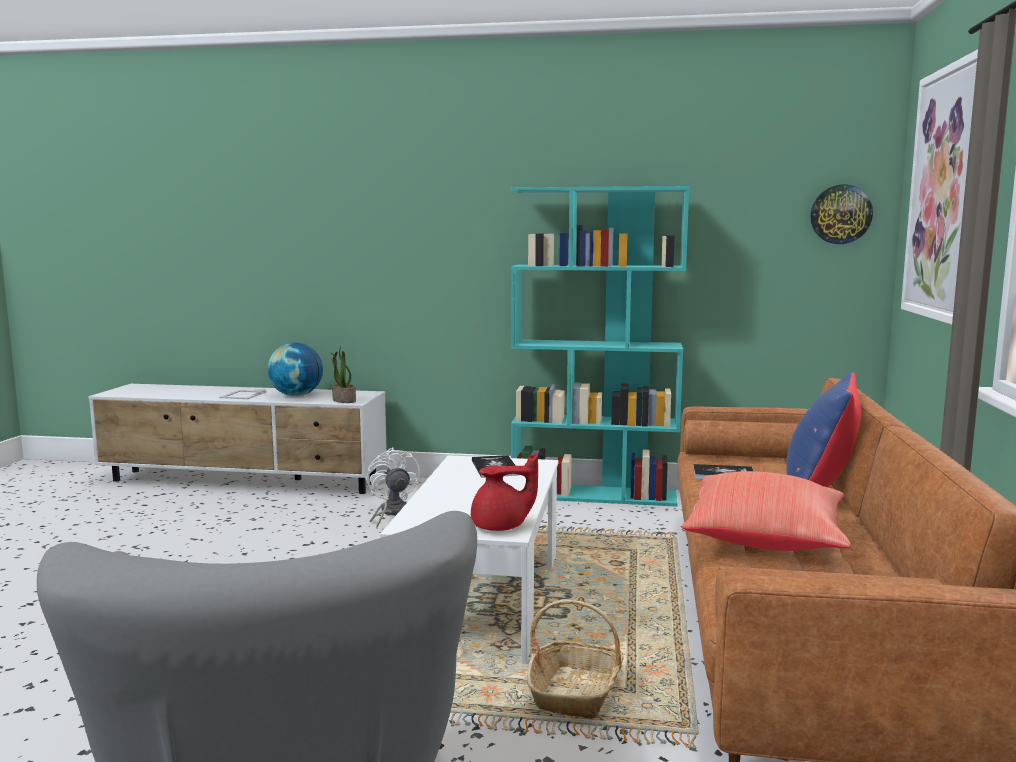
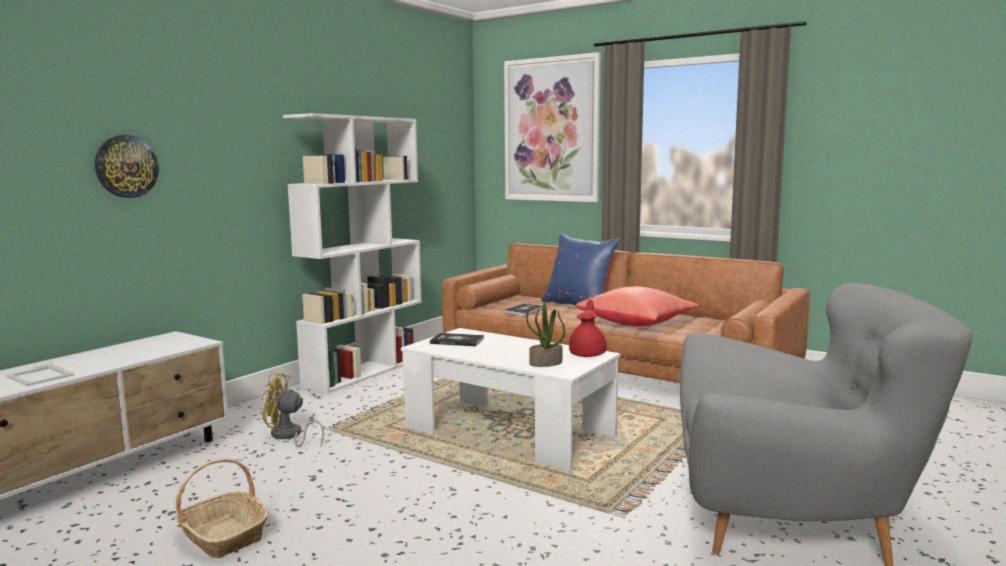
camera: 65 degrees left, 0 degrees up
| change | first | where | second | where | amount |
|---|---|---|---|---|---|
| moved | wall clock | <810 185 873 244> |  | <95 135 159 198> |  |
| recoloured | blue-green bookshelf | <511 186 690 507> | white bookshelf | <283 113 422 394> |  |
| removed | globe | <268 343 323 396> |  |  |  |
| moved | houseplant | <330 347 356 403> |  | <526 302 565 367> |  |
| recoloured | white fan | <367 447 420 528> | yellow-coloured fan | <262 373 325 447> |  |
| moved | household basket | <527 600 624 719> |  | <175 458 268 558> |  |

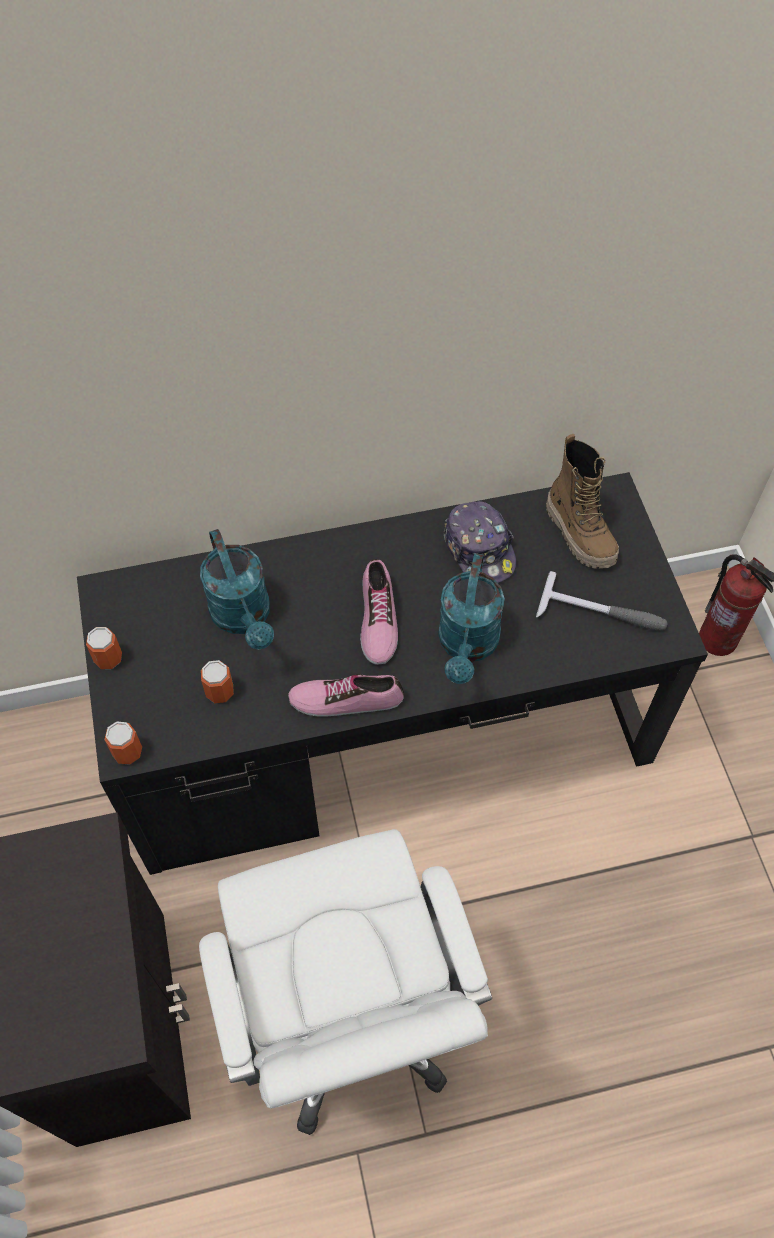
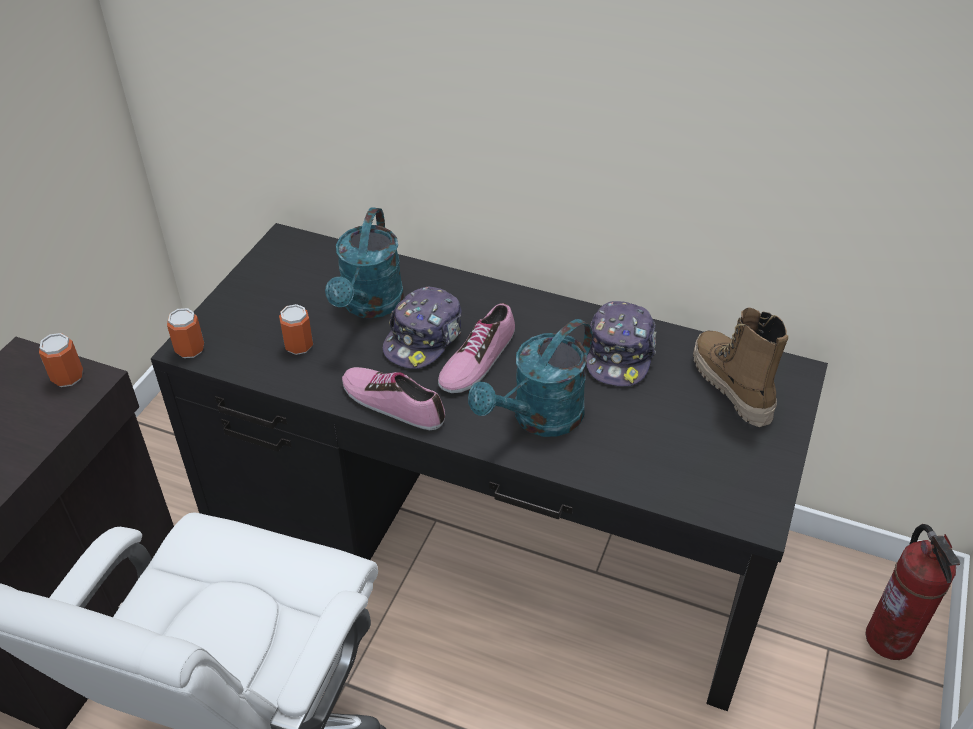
camera: 35 degrees right, 15 degrees down
| change | first | where | second | where | amount |
|---|---|---|---|---|---|
| turned | high-top boot | <546 434 619 569> |  | <693 307 788 427> | 150 degrees clockwise |
| removed | hammer | <536 571 667 631> |  |  |  |
| moved | metal can | <86 627 122 669> |  | <39 333 83 387> |  |
| added |  |  | cap | <383 287 462 369> |  |

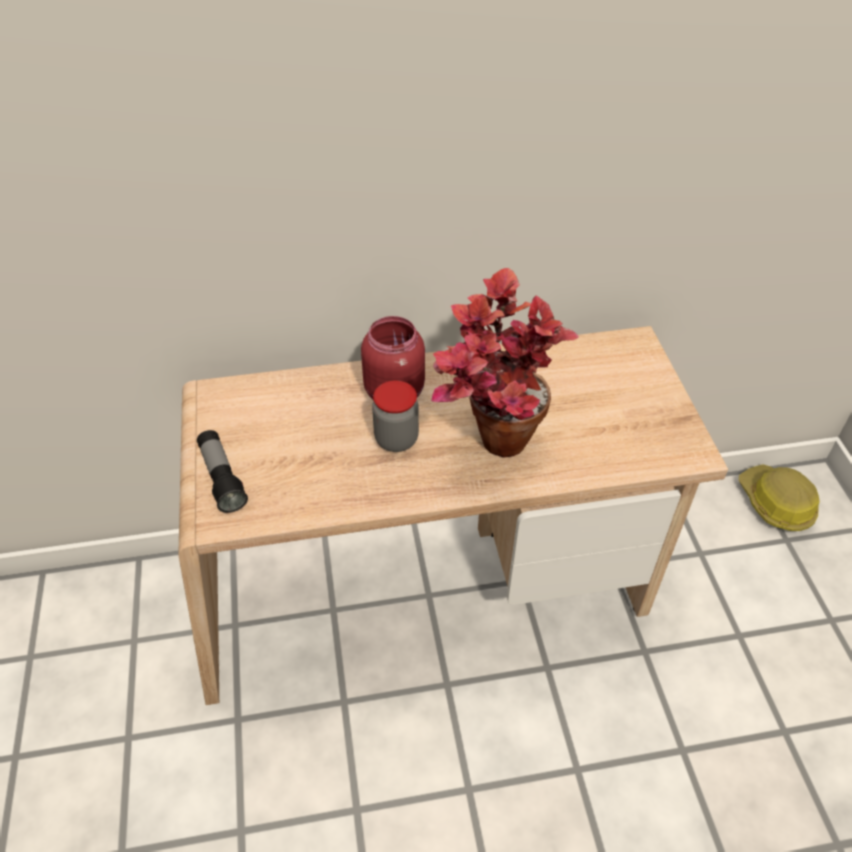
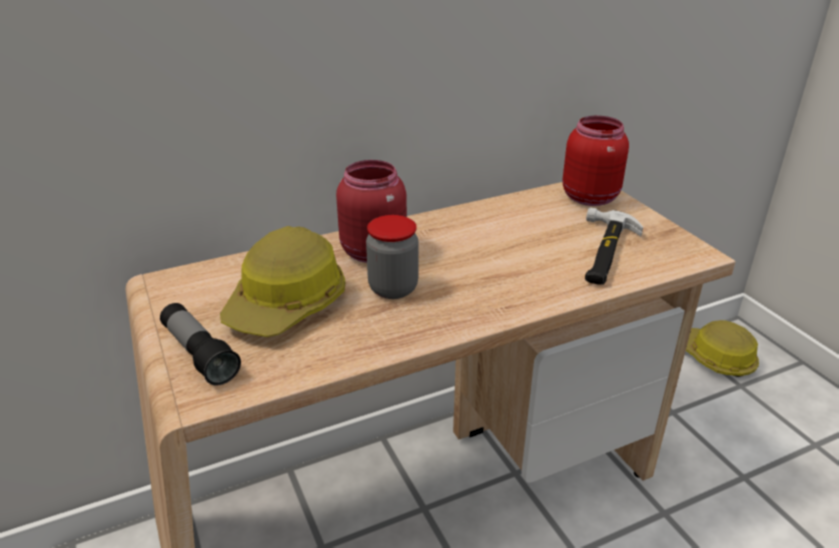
camera: 15 degrees left, 15 degrees down
| change | first | where | second | where | amount |
|---|---|---|---|---|---|
| removed | houseplant | <431 268 579 458> |  |  |  |
| added |  |  | red jar | <562 116 629 206> |  |
| added |  |  | hammer | <585 207 643 285> |  |
| added |  |  | work helmet | <220 226 345 337> |  |

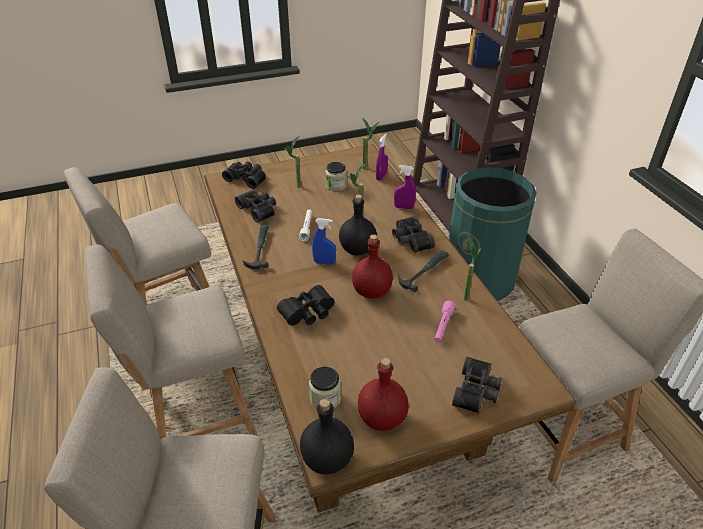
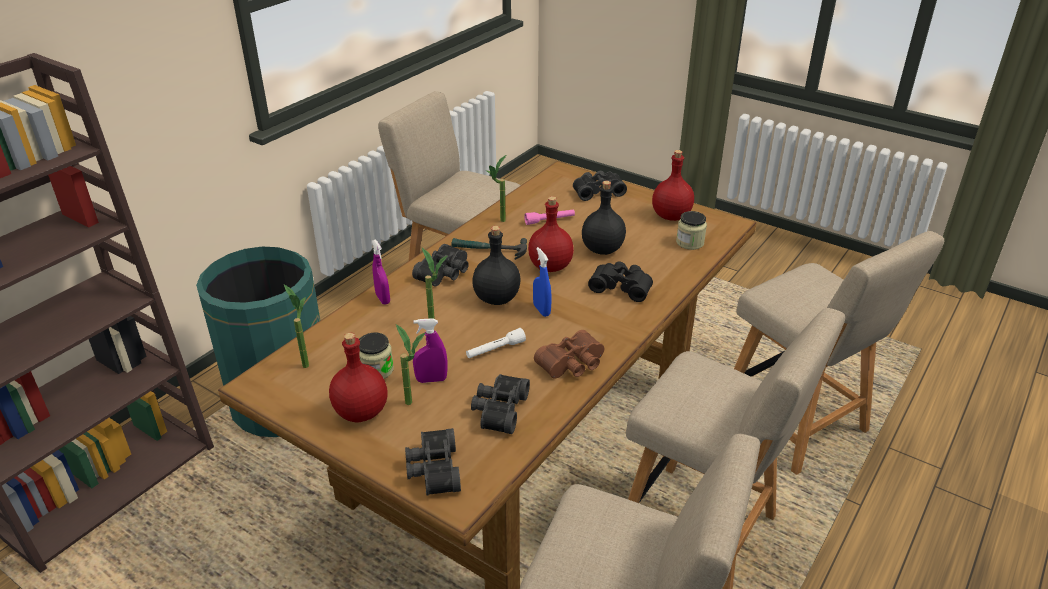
camera: 125 degrees left, 5 degrees down
| change | first | where | second | where | amount |
|---|---|---|---|---|---|
| moved | purple hand sprayer | <376 134 388 181> |  | <413 318 448 383> |  |
| replaced | hammer | <242 225 269 269> | brown field glasses | <534 330 604 378> |  |
| moved | black bottle | <300 399 354 475> |  | <582 181 626 255> |  |
| added |  |  | red bottle | <329 333 388 422> |  |

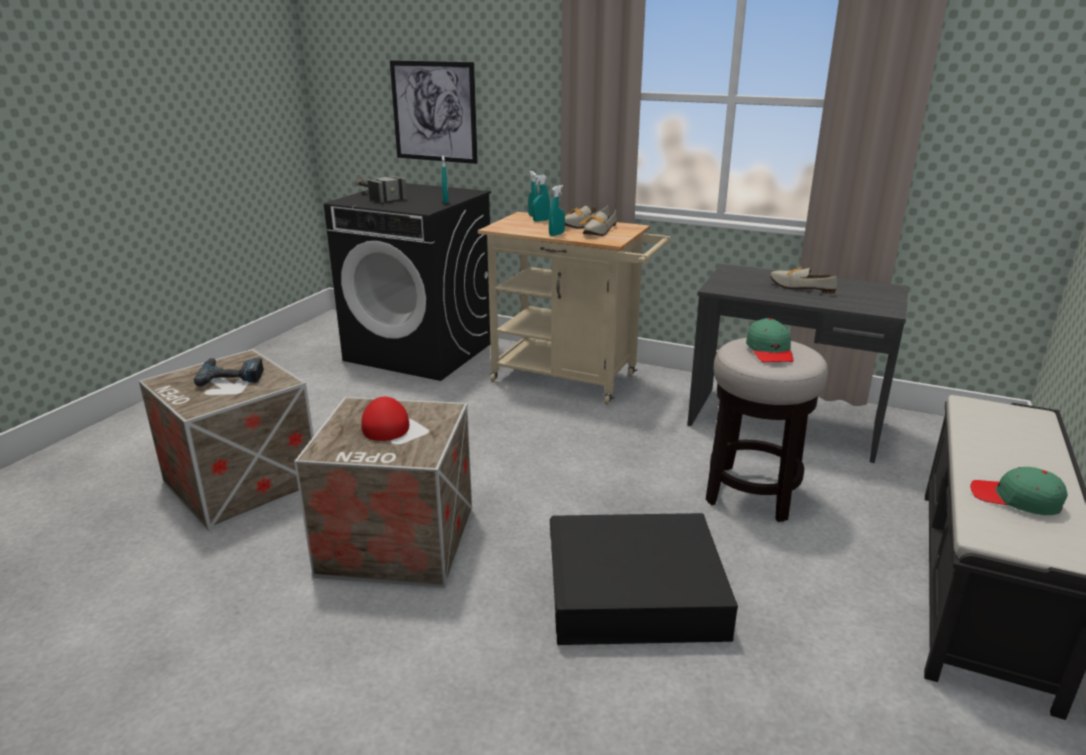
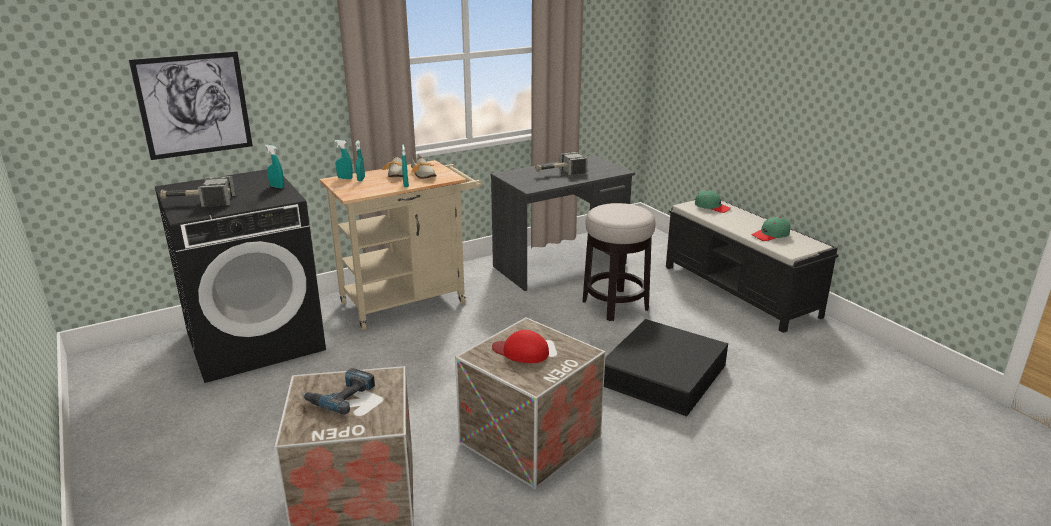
camera: 55 degrees left, 0 degrees up
| change | first | where | second | where | amount |
|---|---|---|---|---|---|
| replaced | shoe | <770 267 837 294> | hammer | <535 152 588 175> |  |
| moved | green-coloured cap | <746 318 794 362> |  | <695 190 731 213> |  |

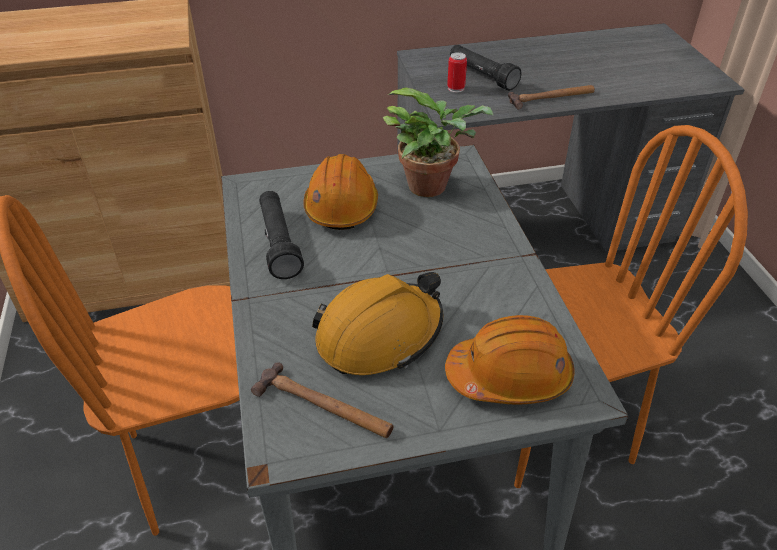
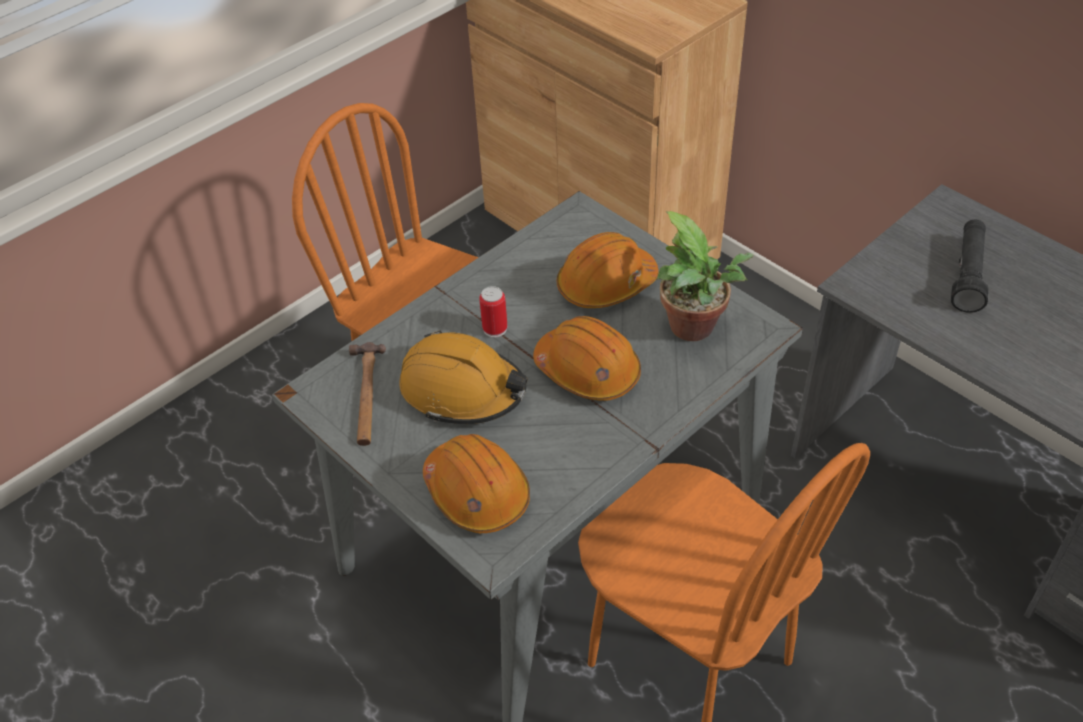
camera: 60 degrees right, 5 degrees up
| change | first | where | second | where | amount |
|---|---|---|---|---|---|
| moved | metal can | <447 52 467 93> |  | <479 286 507 338> |  |
| removed | hammer | <508 85 595 109> |  |  |  |
| removed | black torch | <259 191 304 279> |  |  |  |
| added |  |  | orangey work helmet | <533 316 641 401> |  |

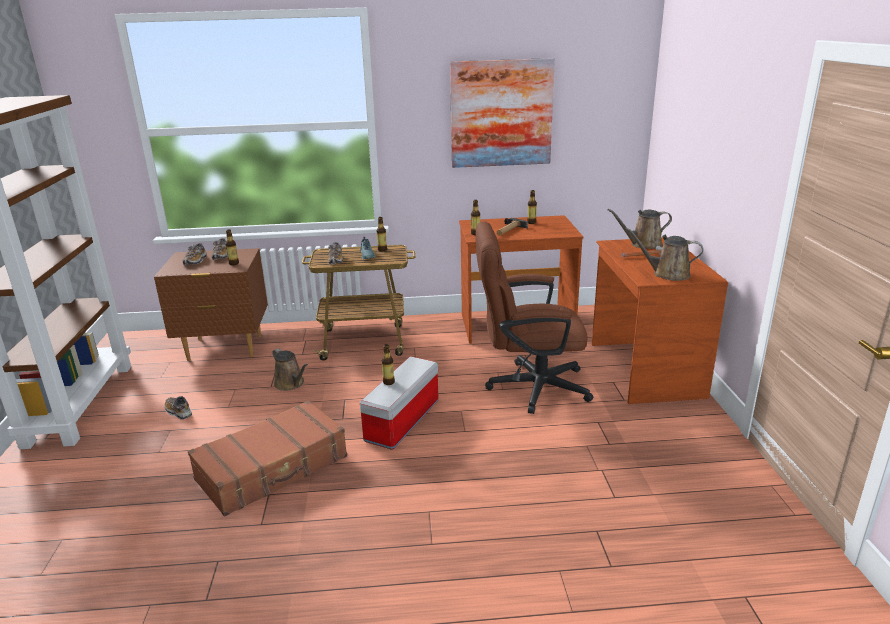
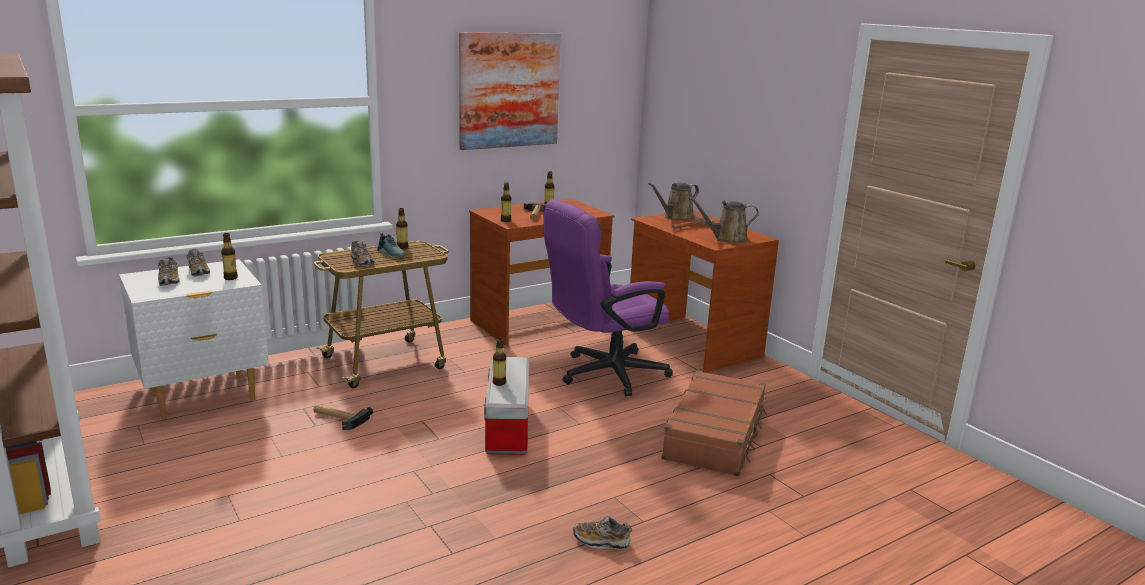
camera: 30 degrees left, 5 degrees down
| change | first | where | second | where | amount |
|---|---|---|---|---|---|
| recoloured | brown office chair | <476 221 593 414> | purple office chair | <543 200 673 397> |  |
| recoloured | brown nightstand | <154 248 268 361> | white nightstand | <119 259 269 419> |  |
| replaced | brown watering pot | <272 348 308 391> | hammer | <314 405 373 430> |  |
| moved | shoe | <165 396 192 420> |  | <573 516 632 550> |  |
| moved | brown travel case | <188 401 347 516> |  | <661 370 767 476> |  |

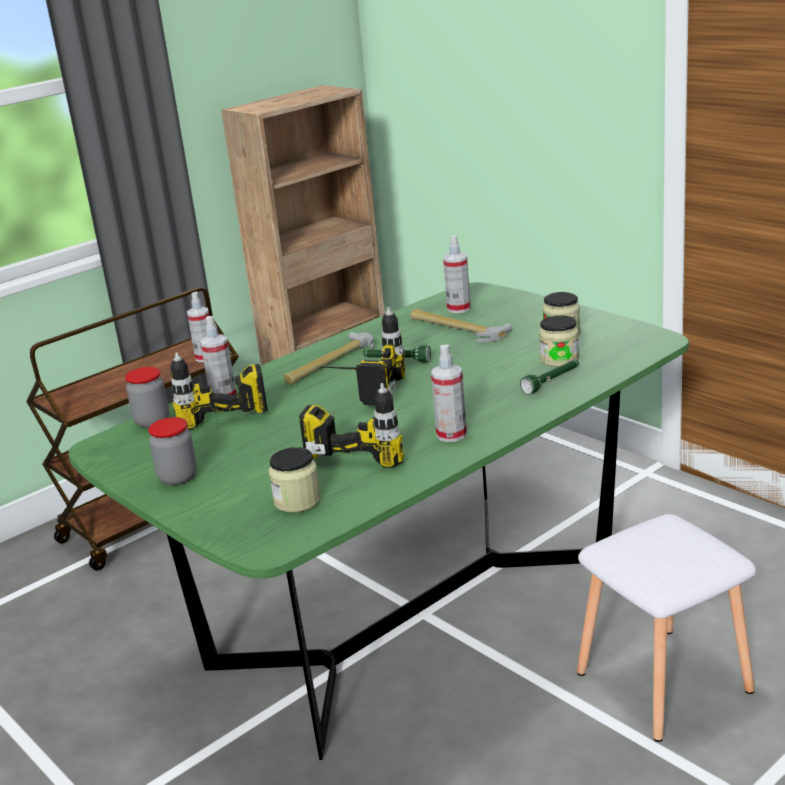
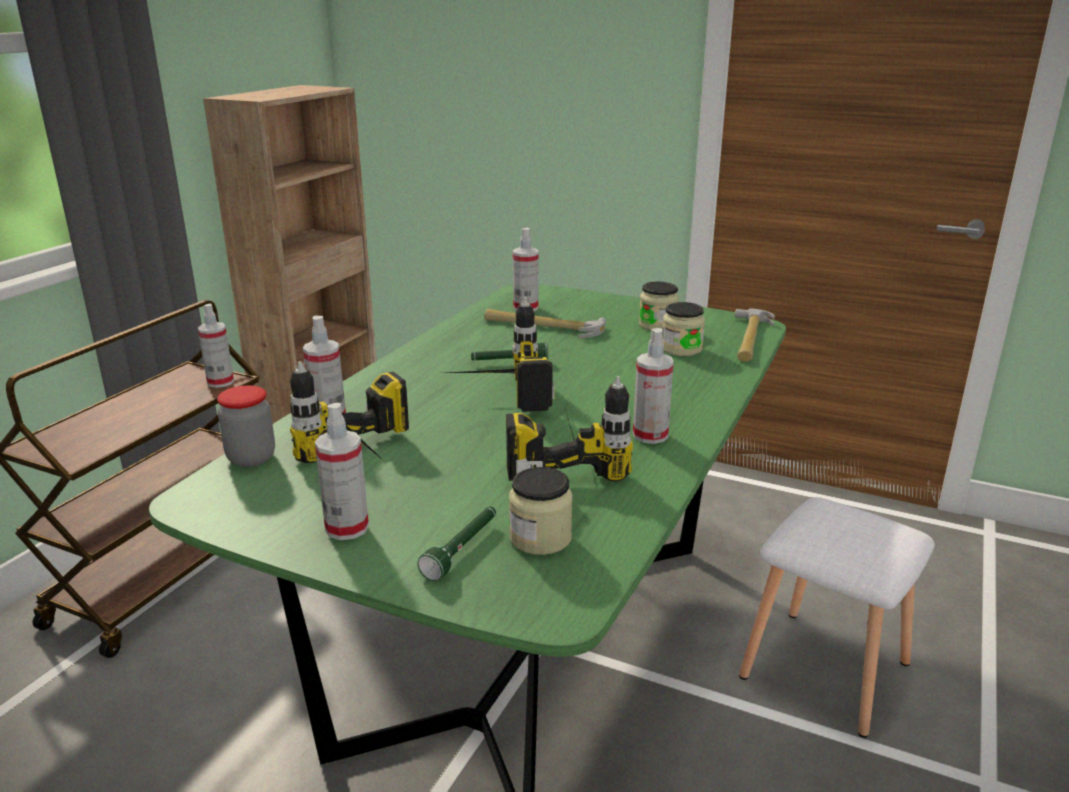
camera: 25 degrees left, 0 degrees up
| change | first | where | second | where | amount |
|---|---|---|---|---|---|
| moved | hammer | <284 332 374 385> |  | <735 308 775 362> |  |
| moved | green-coloured torch | <520 360 579 395> |  | <417 507 496 581> |  |
| replaced | jar | <148 417 197 485> | hand sprayer | <315 403 369 540> |  |

